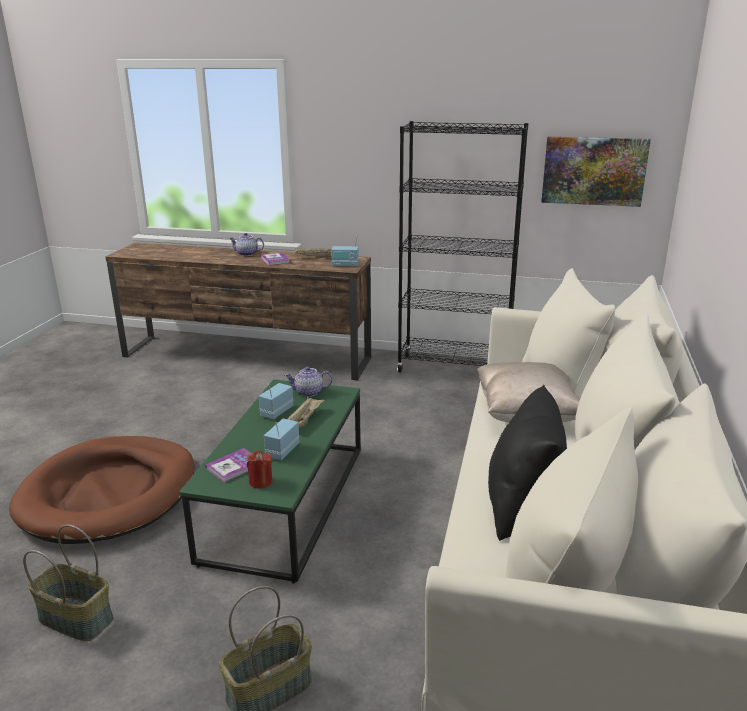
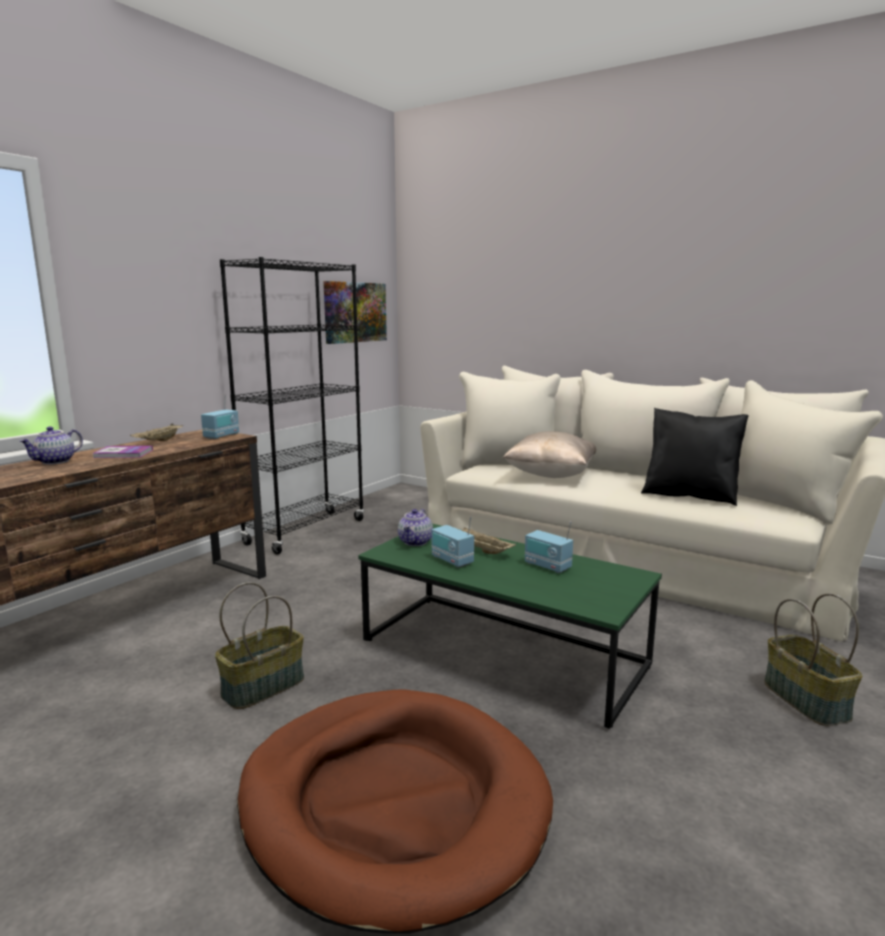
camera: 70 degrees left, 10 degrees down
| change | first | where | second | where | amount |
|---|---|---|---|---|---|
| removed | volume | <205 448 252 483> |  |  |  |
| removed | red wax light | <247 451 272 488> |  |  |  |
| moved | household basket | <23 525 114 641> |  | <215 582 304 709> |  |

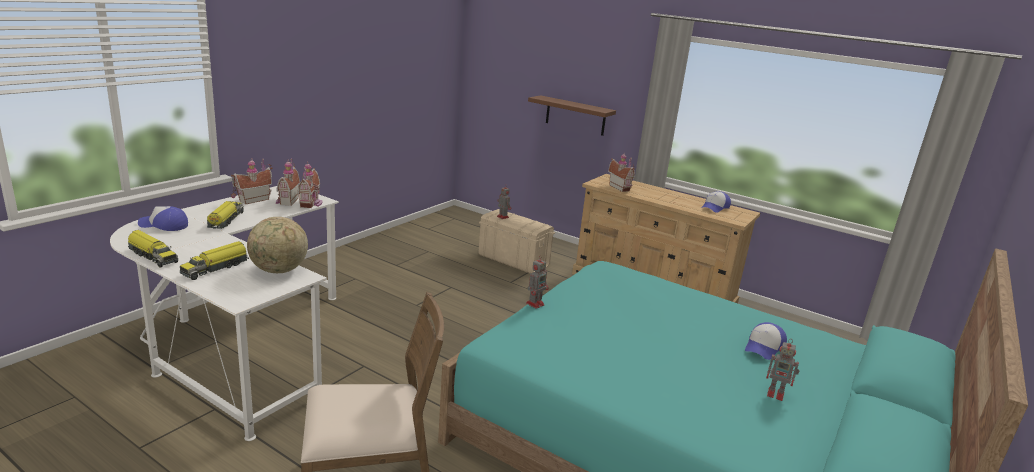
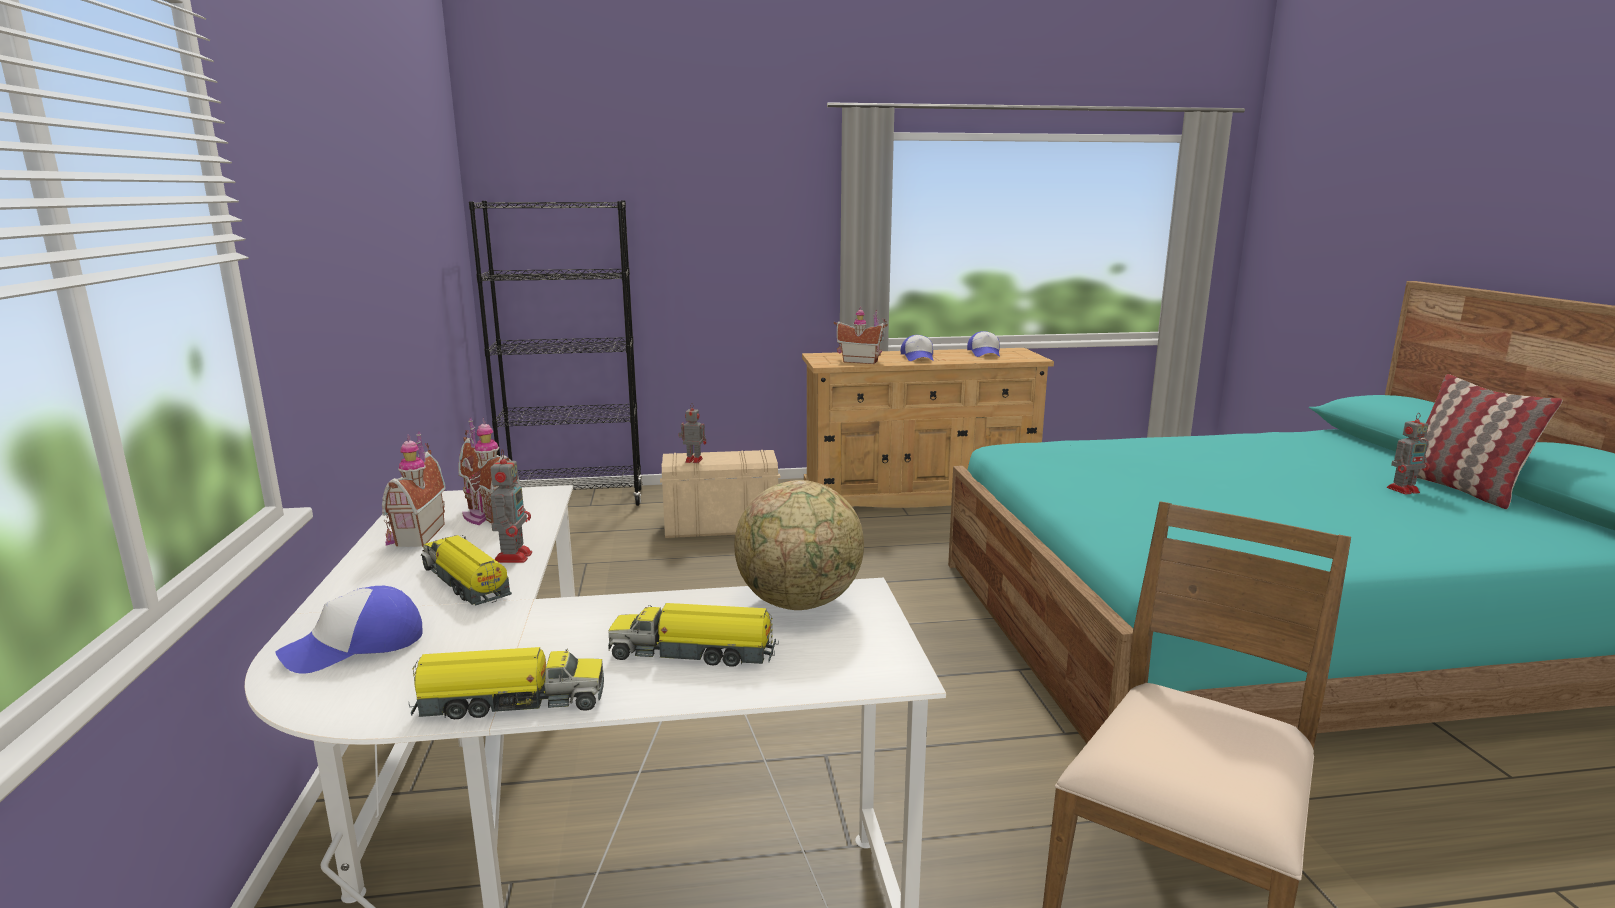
camera: 40 degrees left, 5 degrees down
| change | first | where | second | where | amount |
|---|---|---|---|---|---|
| removed | brown wall shelf | <528 95 616 136> |  |  |  |
| removed | miniature house | <297 161 323 208> |  |  |  |
| turned | model truck | <180 241 249 280> |  | <608 603 776 667> | 105 degrees clockwise |
| moved | toy robot | <526 255 549 309> |  | <491 449 532 563> |  |
| moved | cap | <745 322 787 360> |  | <901 335 934 361> |  |
| added |  |  | black bookshelf | <469 200 643 506> |  |
| added |  |  | cushion | <1417 374 1563 509> |  |

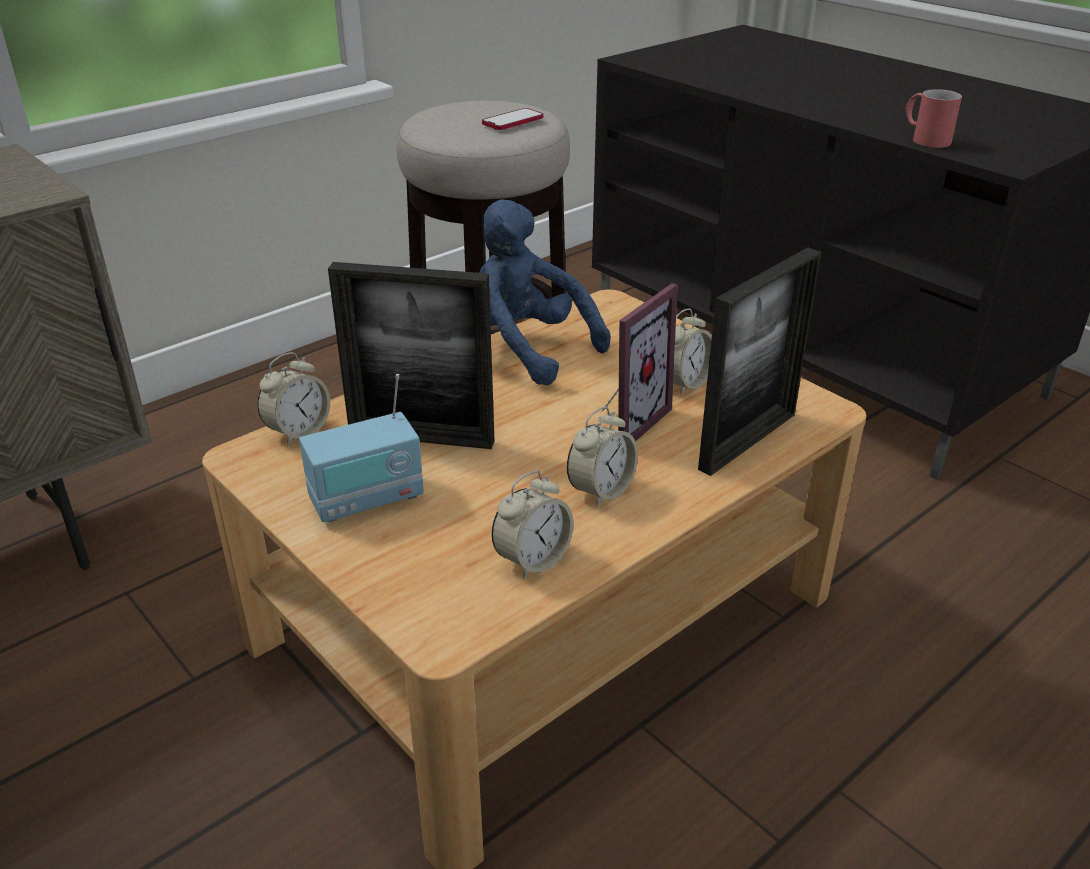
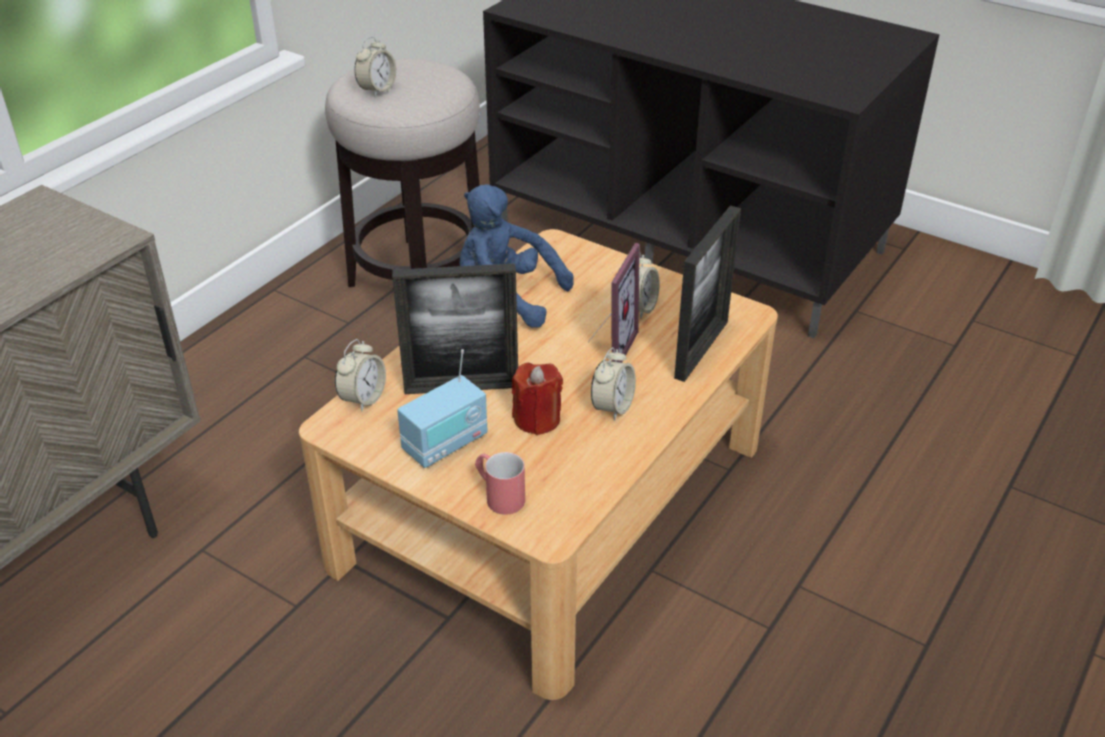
camera: 15 degrees left, 5 degrees up
| change | first | where | second | where | amount |
|---|---|---|---|---|---|
| moved | red mug | <906 89 962 148> |  | <475 452 525 515> |  |
| removed | telephone | <482 108 543 130> |  |  |  |
| moved | bedside clock | <492 471 574 580> |  | <354 36 396 96> |  |
| added |  |  | red wax light | <512 363 563 435> |  |

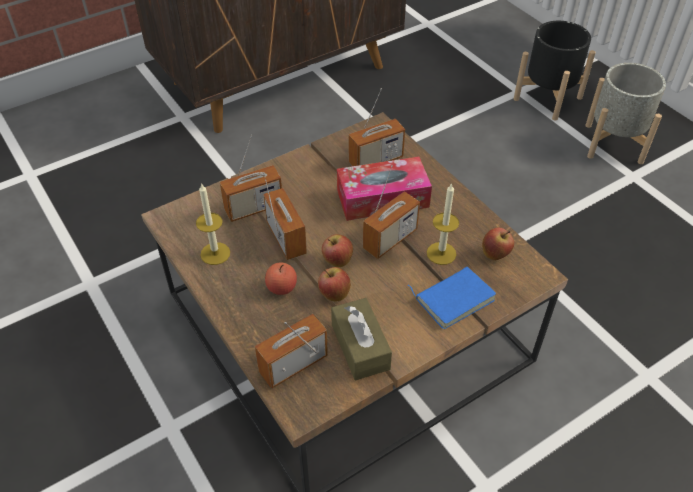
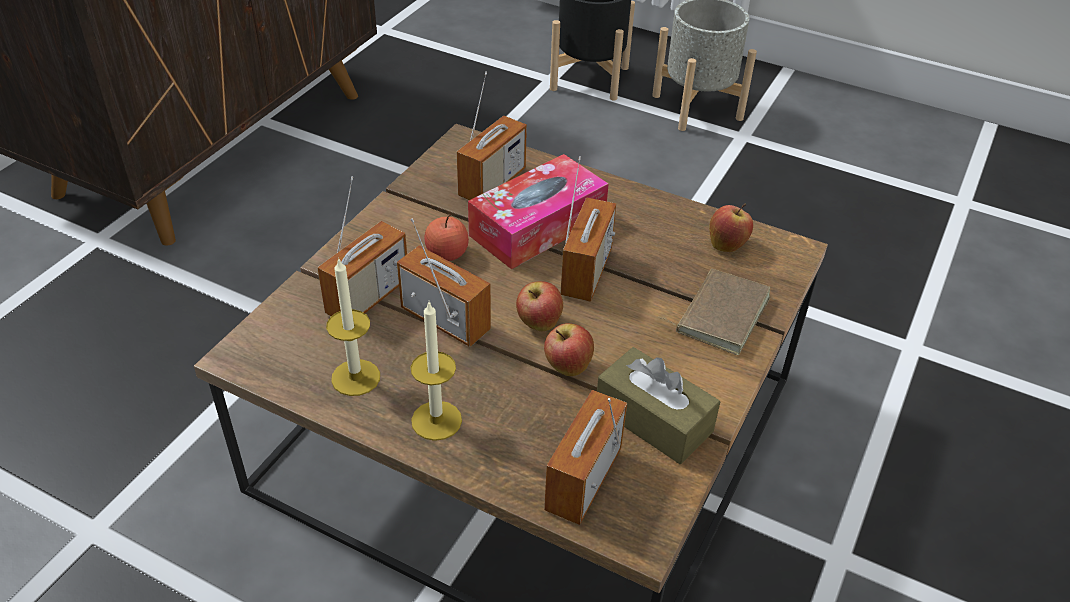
camera: 30 degrees left, 5 degrees down
| change | first | where | second | where | amount |
|---|---|---|---|---|---|
| moved | wax light | <427 183 459 265> |  | <411 302 462 441> |  |
| moved | apple fruit | <265 262 297 295> |  | <424 214 469 261> |  |
| recoloured | blue volume | <408 267 496 329> | brown volume | <657 269 770 355> |  |

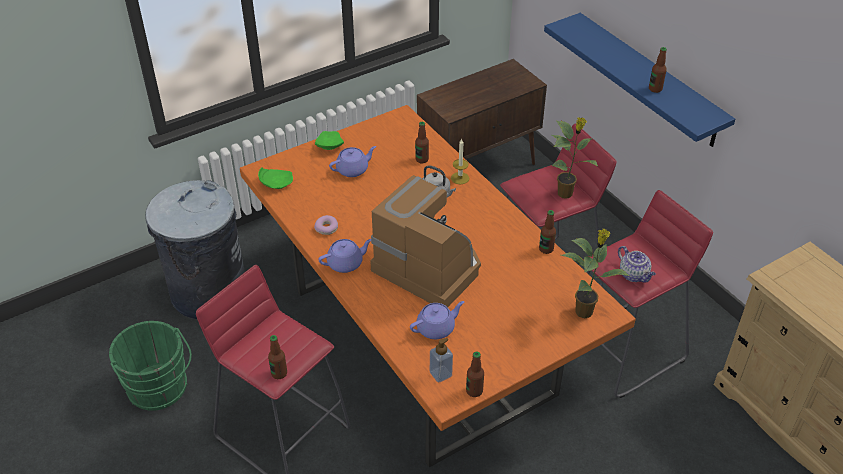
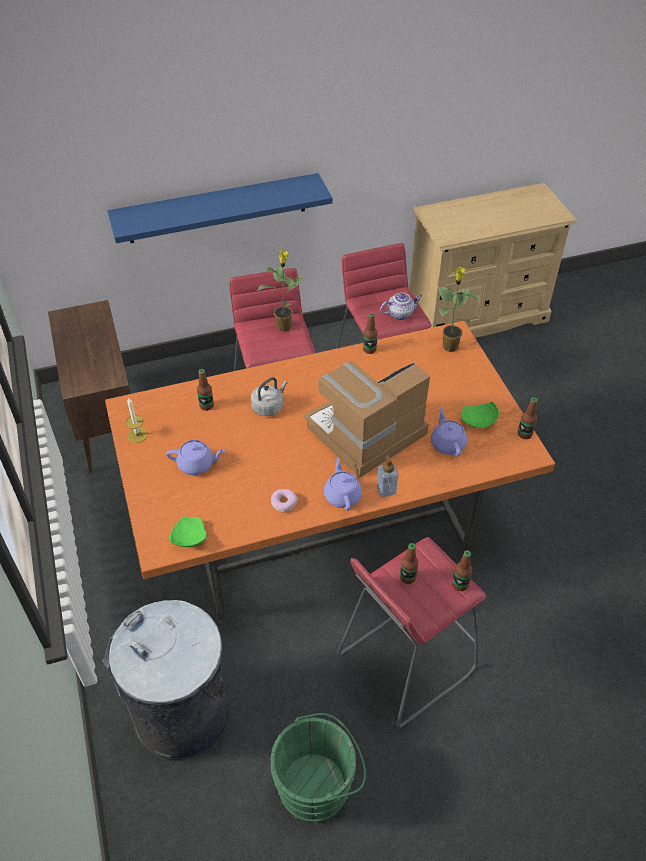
camera: 75 degrees left, 5 degrees up
| change | first | where | second | where | amount |
|---|---|---|---|---|---|
| moved | bottle | <649 47 667 93> |  | <400 543 418 584> |  |
| moved | green-coloured plate | <315 131 344 150> |  | <461 401 499 428> |  |
| moved | wax light | <451 138 469 184> |  | <126 397 148 443> |  |
| turned | purple teapot | <329 146 376 177> |  | <166 440 225 475> | 105 degrees clockwise |
| moved | soap bottle | <430 338 453 383> |  | <377 455 399 497> |  |

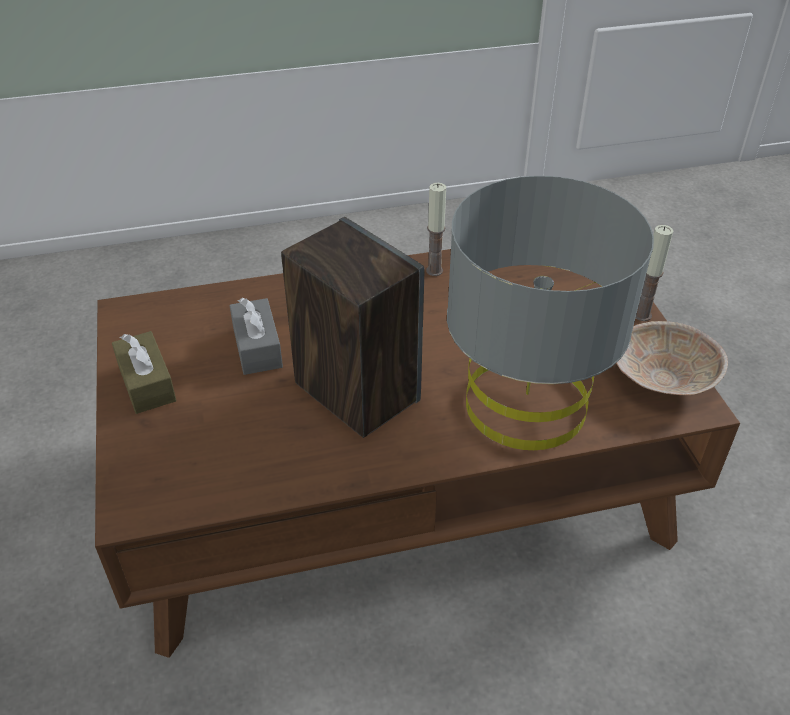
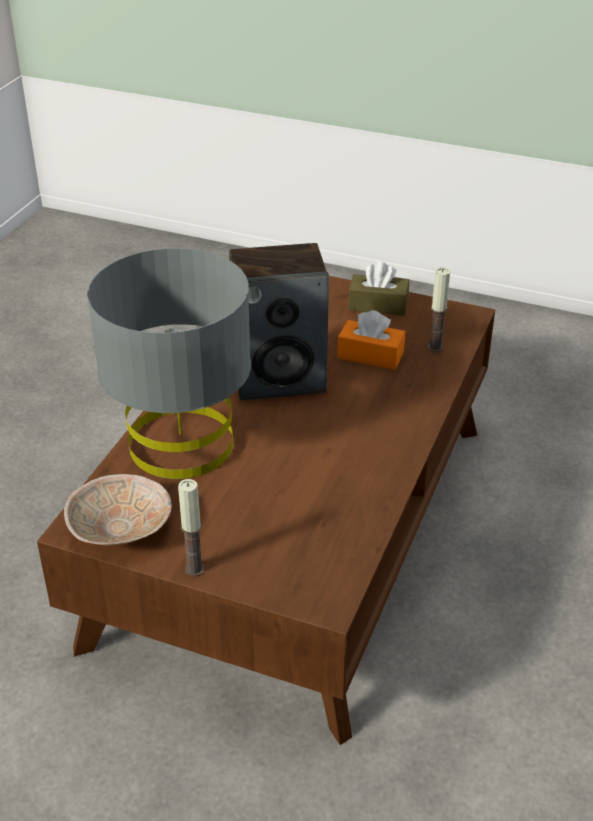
camera: 125 degrees right, 5 degrees down
| change | first | where | second | where | amount |
|---|---|---|---|---|---|
| moved | wax light | <426 183 446 276> |  | <428 267 450 352> |  |
| recoloured | grey box of tissues | <230 298 283 375> | orangey box of tissues | <337 310 405 370> |  |

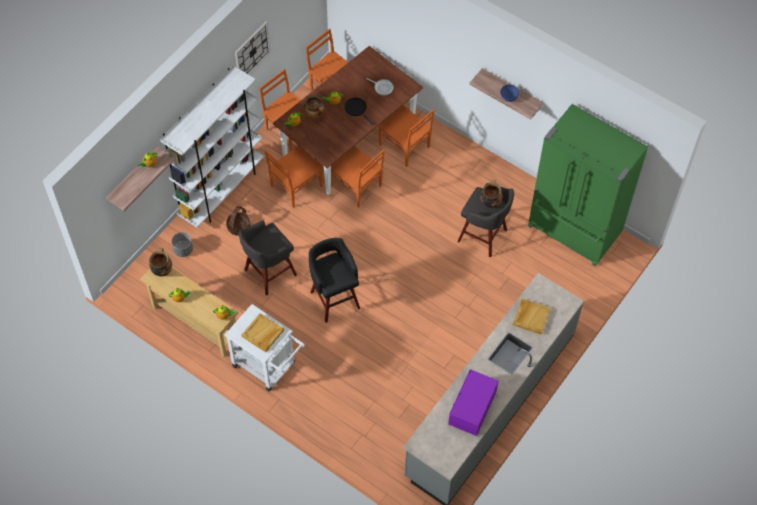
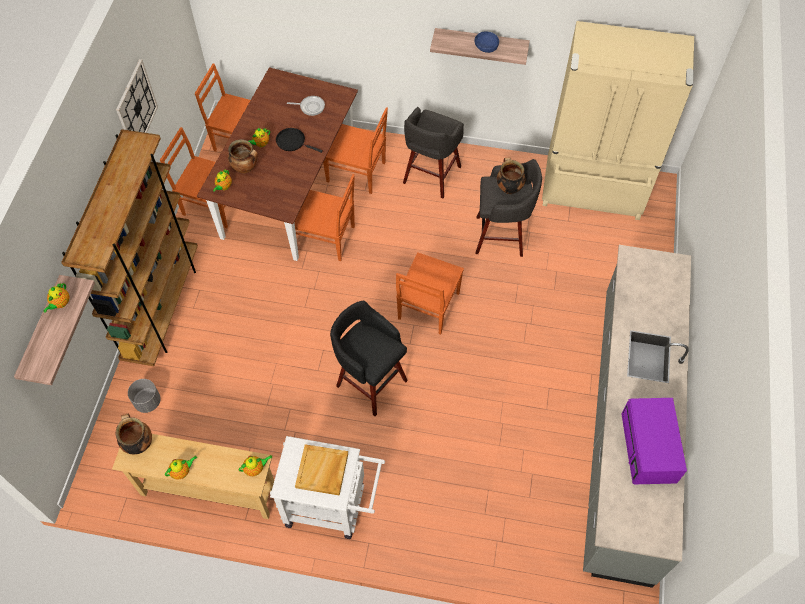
camera: 25 degrees left, 0 degrees up
| change | first | where | second | where | amount |
|---|---|---|---|---|---|
| recoloured | white bookshelf | <160 66 264 228> | brown bookshelf | <61 129 198 366> |  |
| recoloured | green-coloured refrigerator | <528 104 648 266> | beige refrigerator | <542 21 694 220> |  |
| moved | orangey plain chair | <265 146 323 208> |  | <396 253 464 335> |  |
| removed | household basket | <226 206 251 236> |  |  |  |
| moved | grey stool seat | <239 221 297 296> |  | <403 107 464 198> |  |
| removed | beige tray | <513 299 550 335> |  |  |  |

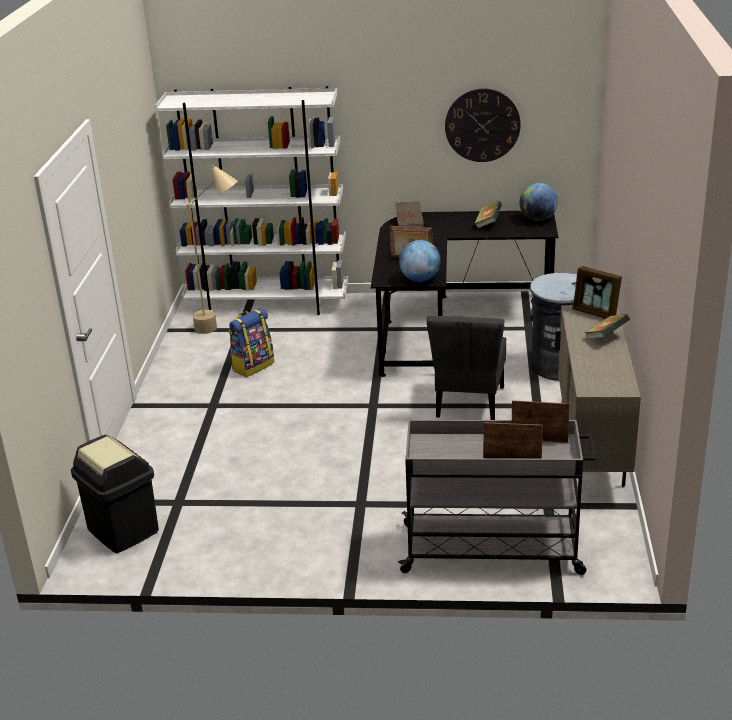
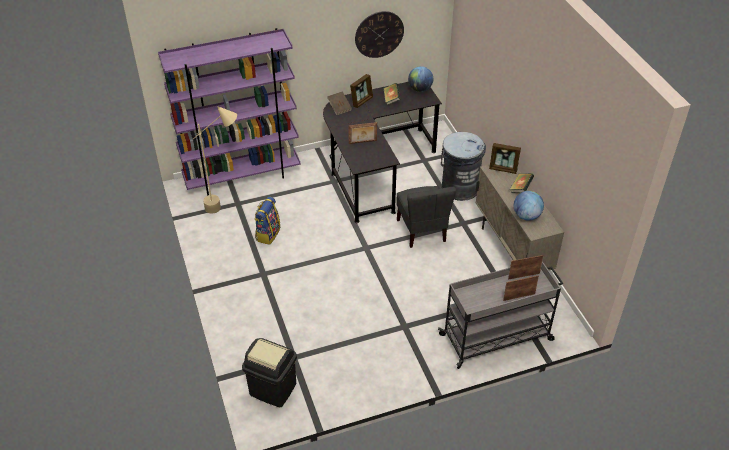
camera: 25 degrees left, 15 degrees up
| change | first | where | second | where | amount |
|---|---|---|---|---|---|
| recoloured | white bookshelf | <155 86 348 315> | purple bookshelf | <158 28 300 196> |  |
| moved | globe | <399 240 441 282> |  | <514 191 544 221> |  |
| added |  |  | photo frame | <350 74 373 108> |  |

